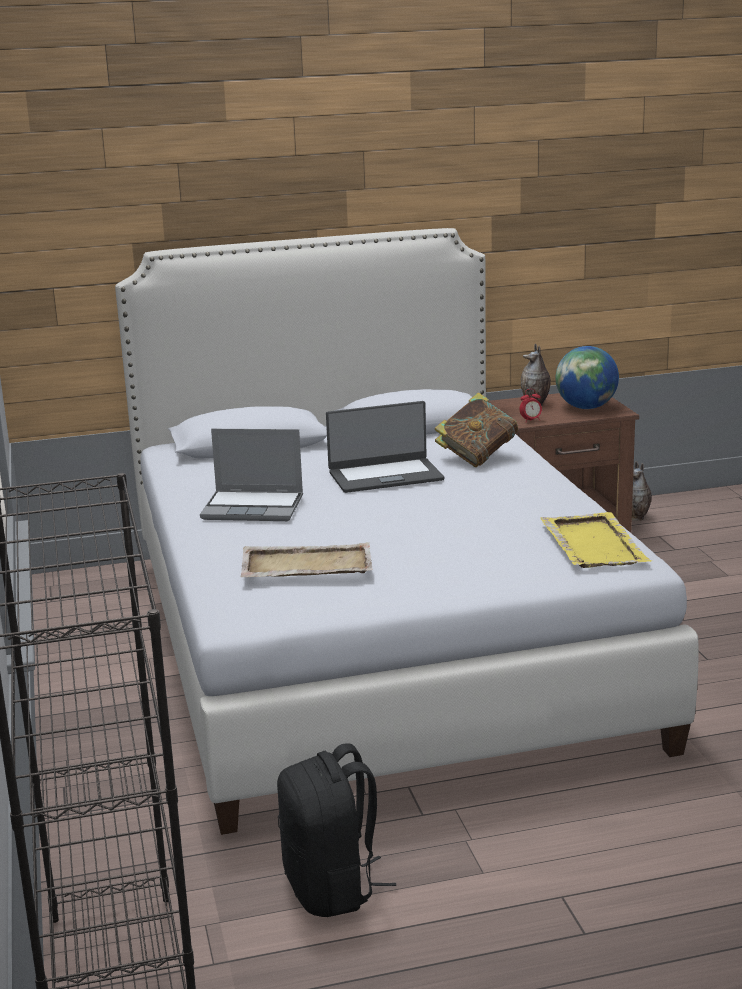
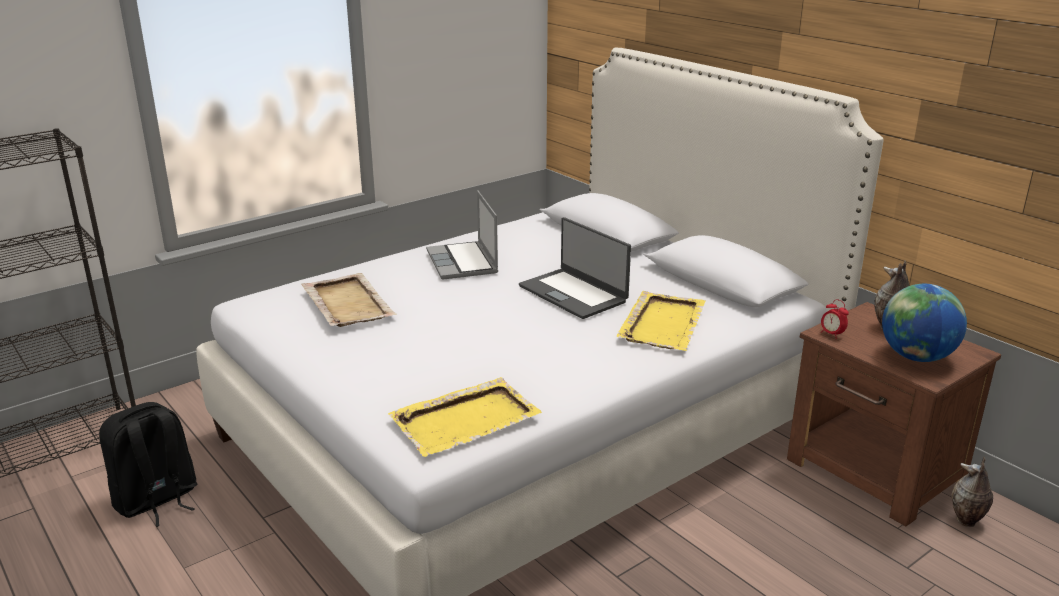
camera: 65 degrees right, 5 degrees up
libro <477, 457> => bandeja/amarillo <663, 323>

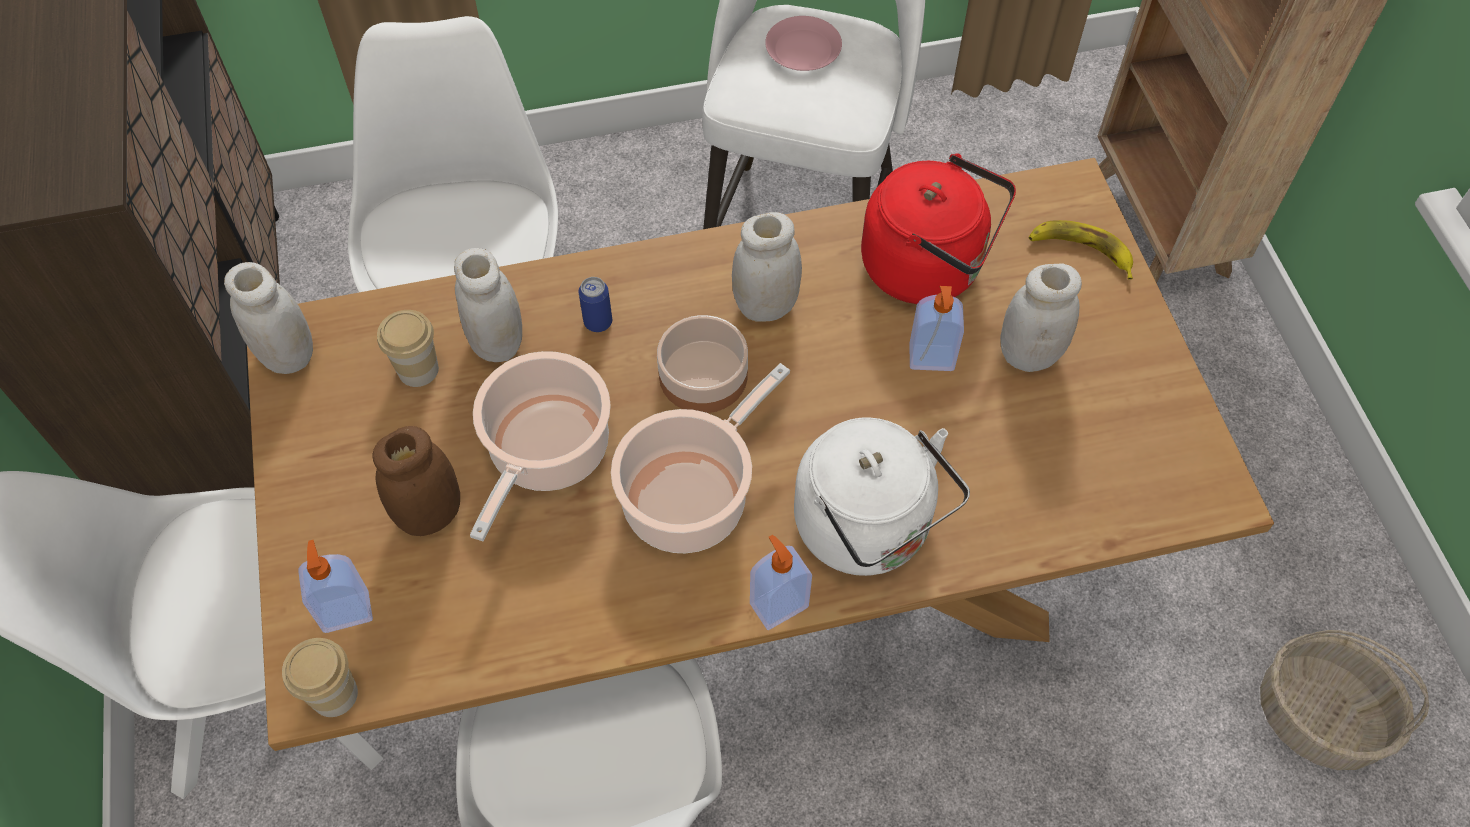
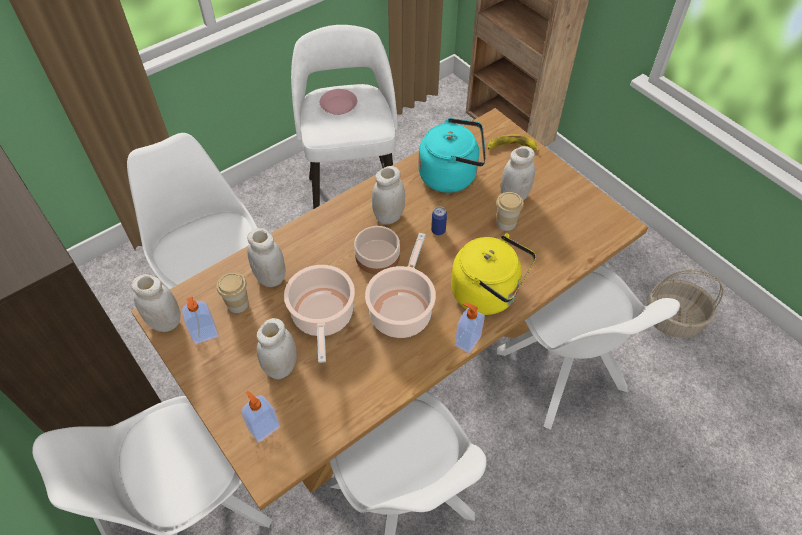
camera: 25 degrees left, 5 degrees down
dispensador de jabón <931, 359> => dispensador de jabón <205, 335>, move
tarro/marrón <430, 515> => tarro/blanco <281, 367>
hervidor/rojo <929, 267> => hervidor/turquesa <451, 175>
lata <598, 322> => lata <438, 230>, move
hervidor/blanco <869, 530> => hervidor/amarillo <488, 293>
taza <334, 694> => taza <506, 223>, move
nothing => silla/blanco <562, 373>

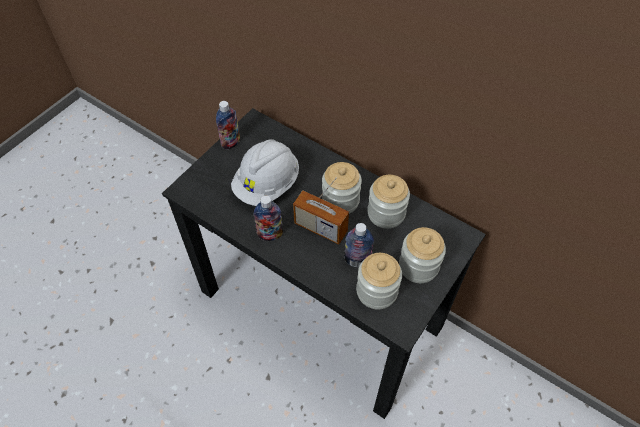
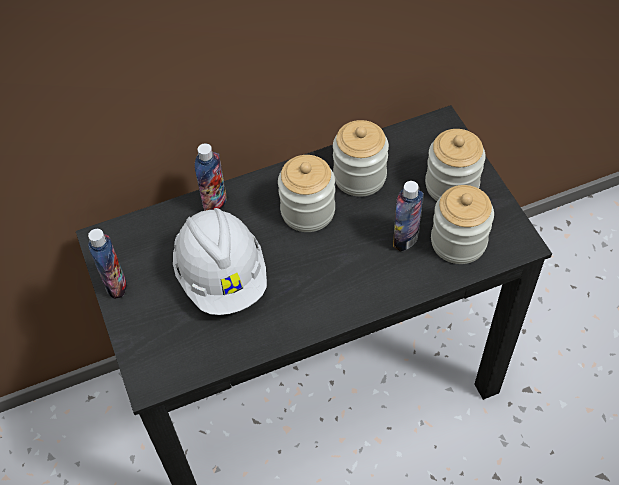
camera: 55 degrees left, 0 degrees up
botella <270, 235> => botella <215, 203>, move
radio <320, 228> => nothing

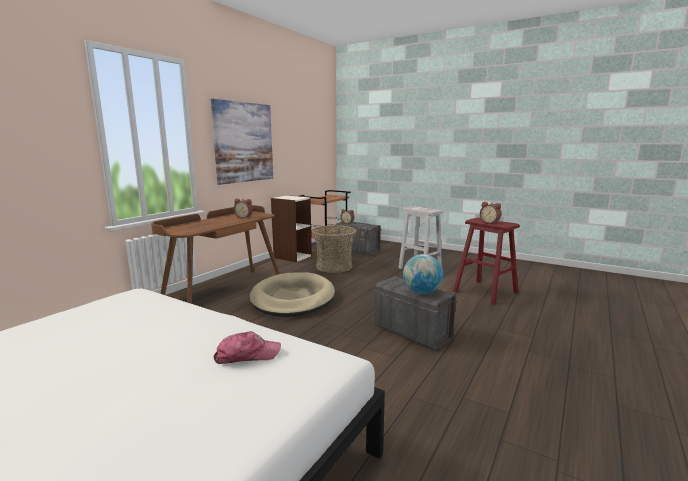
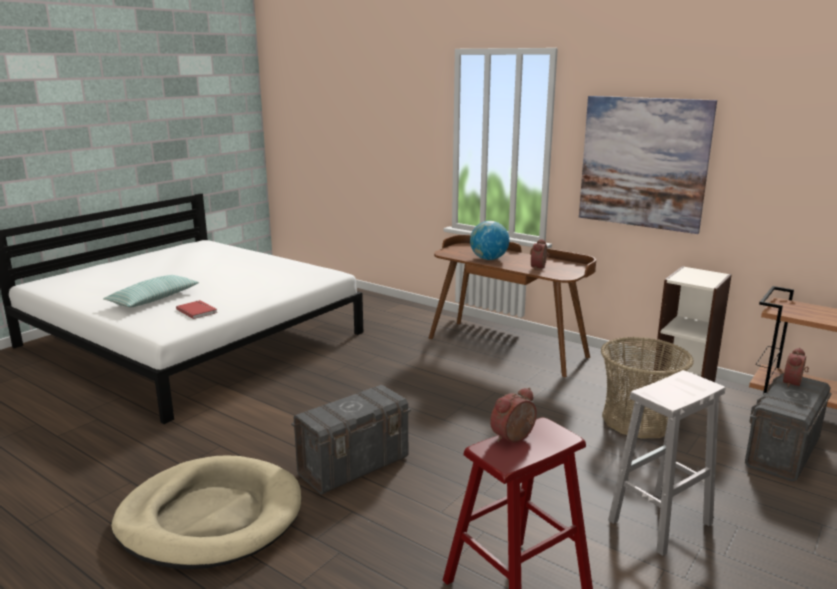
camera: 95 degrees right, 5 degrees up
nothing => cojín <153, 299>
cama para perro/beis <293, 298> => cama para perro/beis <211, 517>, move
gorra <247, 355> => libro/rojo <197, 311>
globo terráqueo <421, 292> => globo terráqueo <488, 259>, move

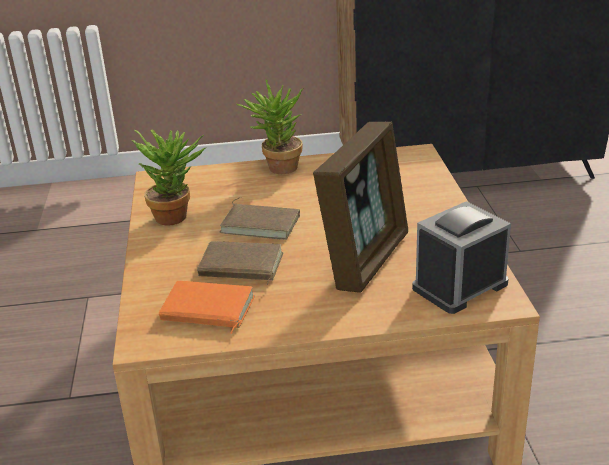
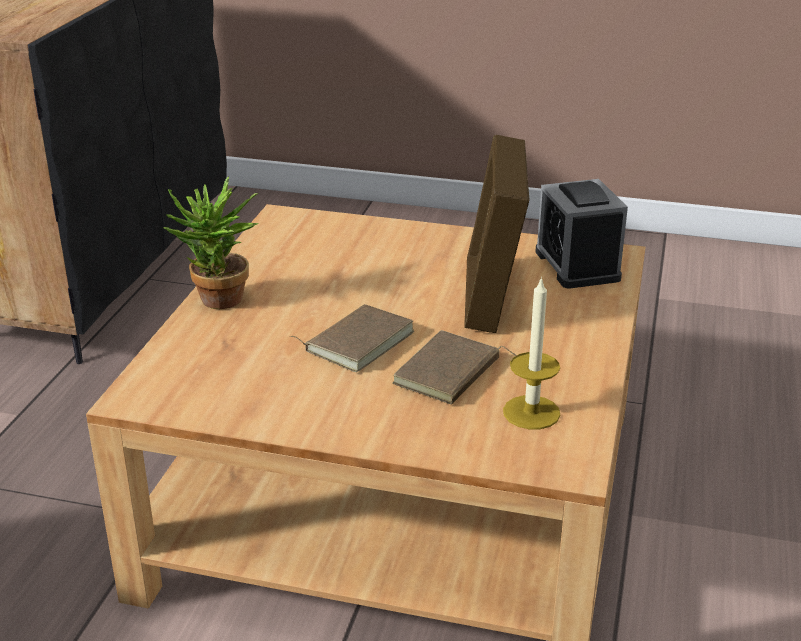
camera: 70 degrees left, 0 degrees up
portarretratos <365, 259> => portarretratos <491, 298>, 135 degrees counterclockwise
libro/naranja <206, 311> => vela <531, 412>
planta en maceta <177, 216> => nothing

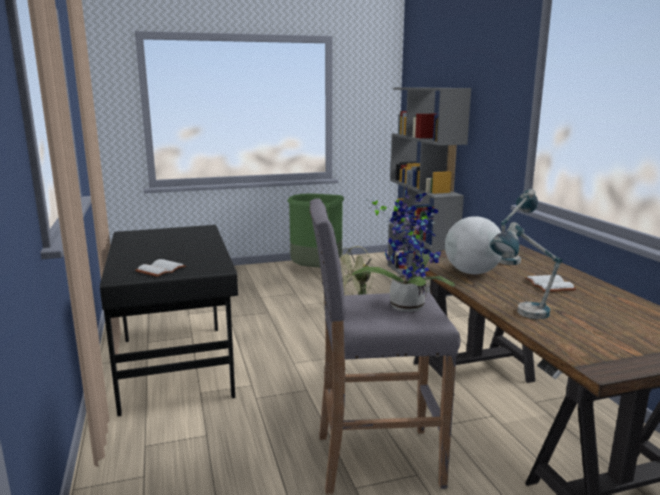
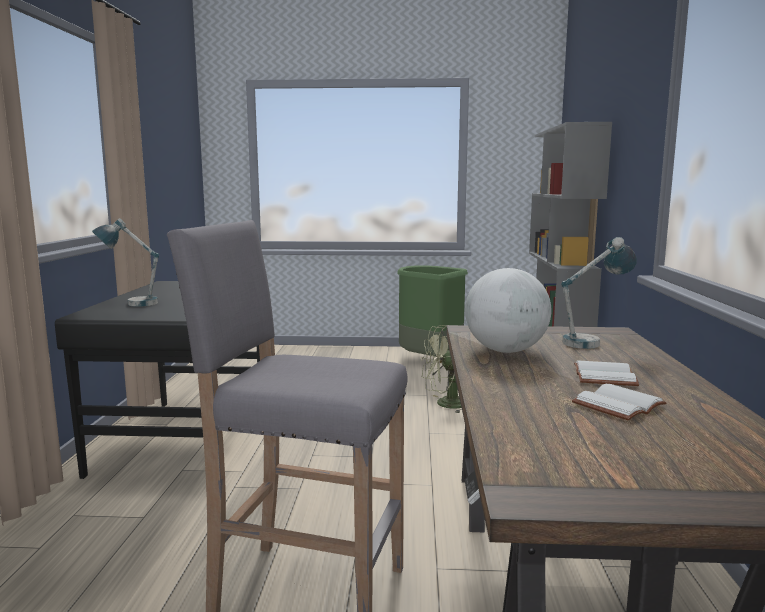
camera: 20 degrees right, 5 degrees down
lámpara de mesa <520, 314> => lámpara de mesa <131, 303>, move
libro/blanco <160, 269> => libro/blanco <617, 404>, move
planta en maceta <407, 304> => nothing

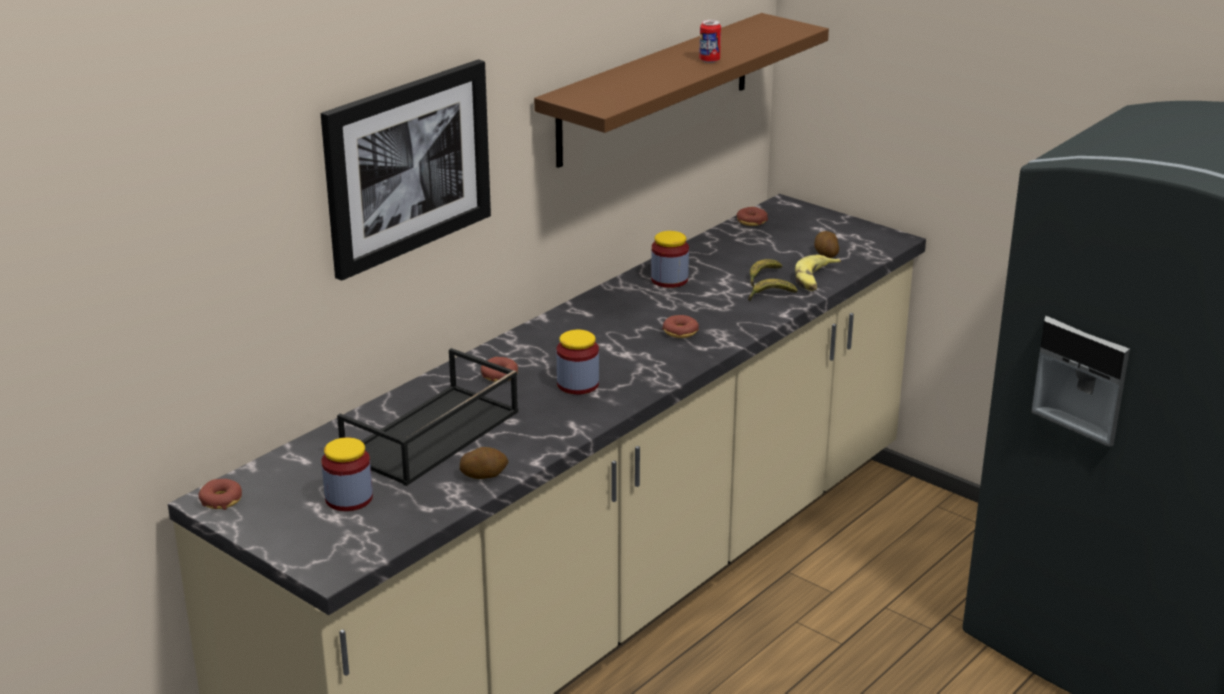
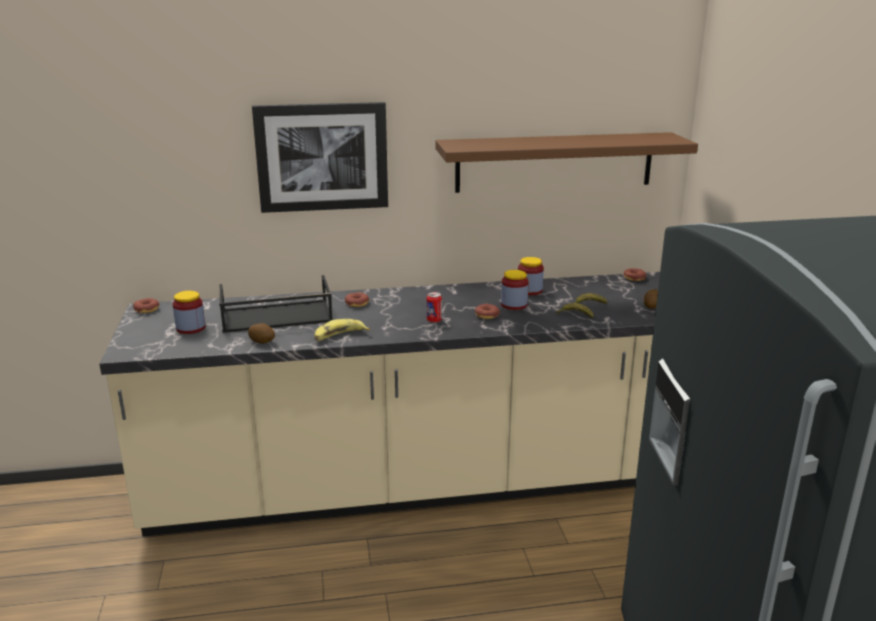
camera: 40 degrees right, 5 degrees down
plátano <815, 280> => plátano <339, 336>, move
lata <709, 60> => lata <434, 320>, move
tarro <578, 384> => tarro <514, 305>, move

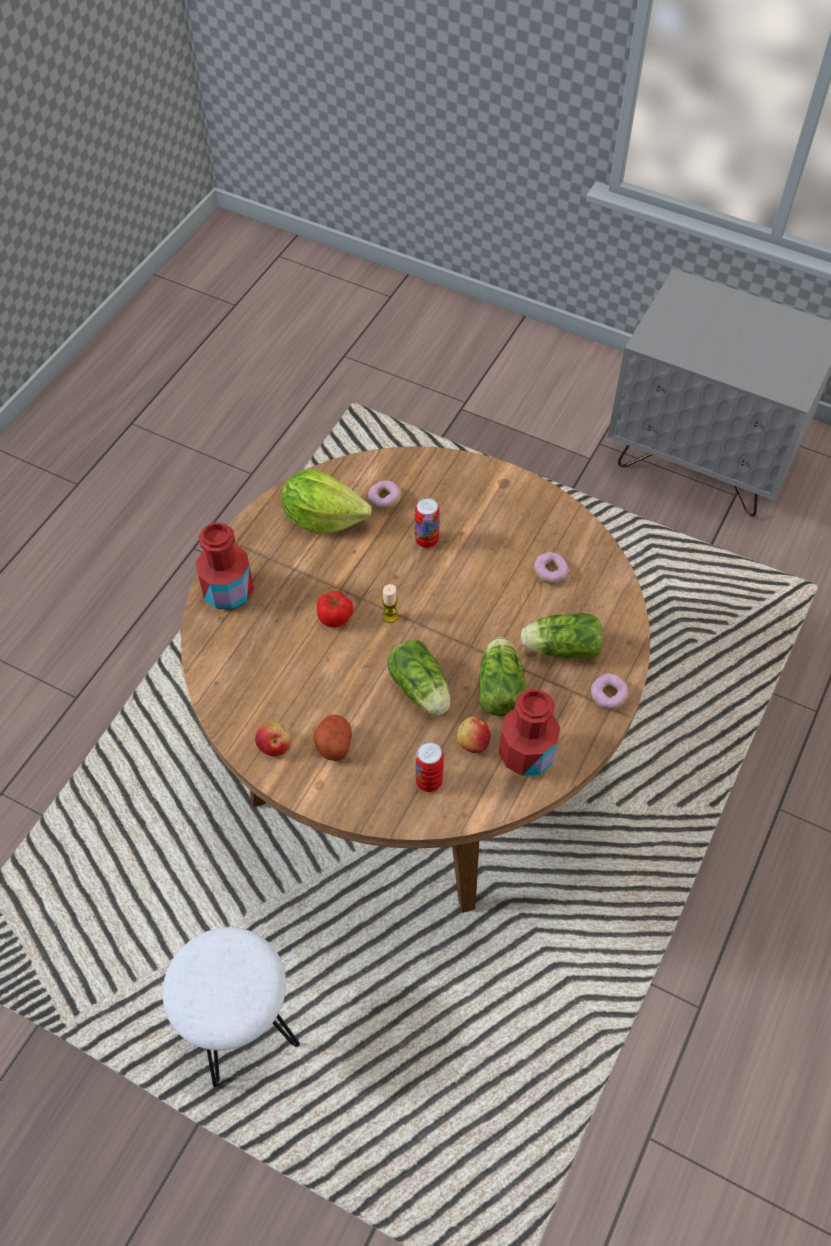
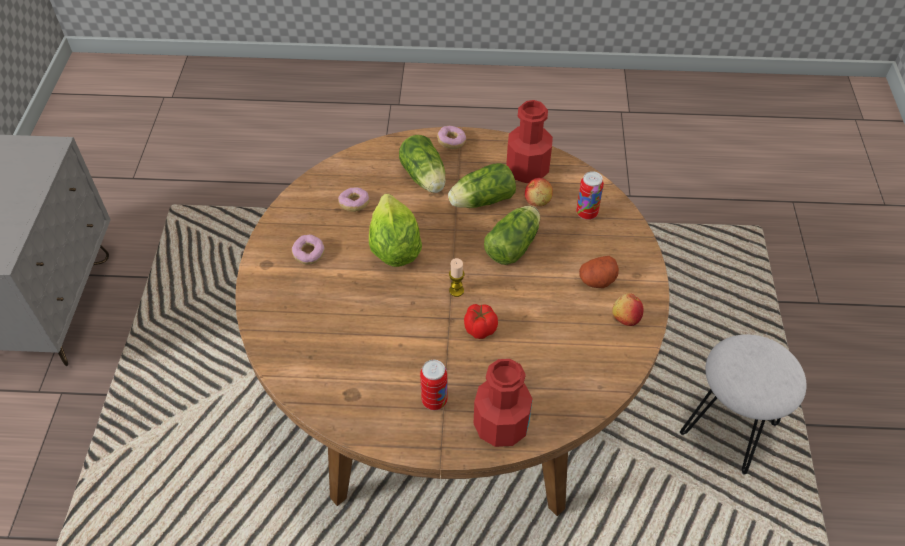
camera: 115 degrees left, 5 degrees down
rosquilla <384, 500> => rosquilla <309, 254>, move
lechuga <323, 518> => lechuga <394, 249>, move
lata <426, 540> => lata <434, 400>, move

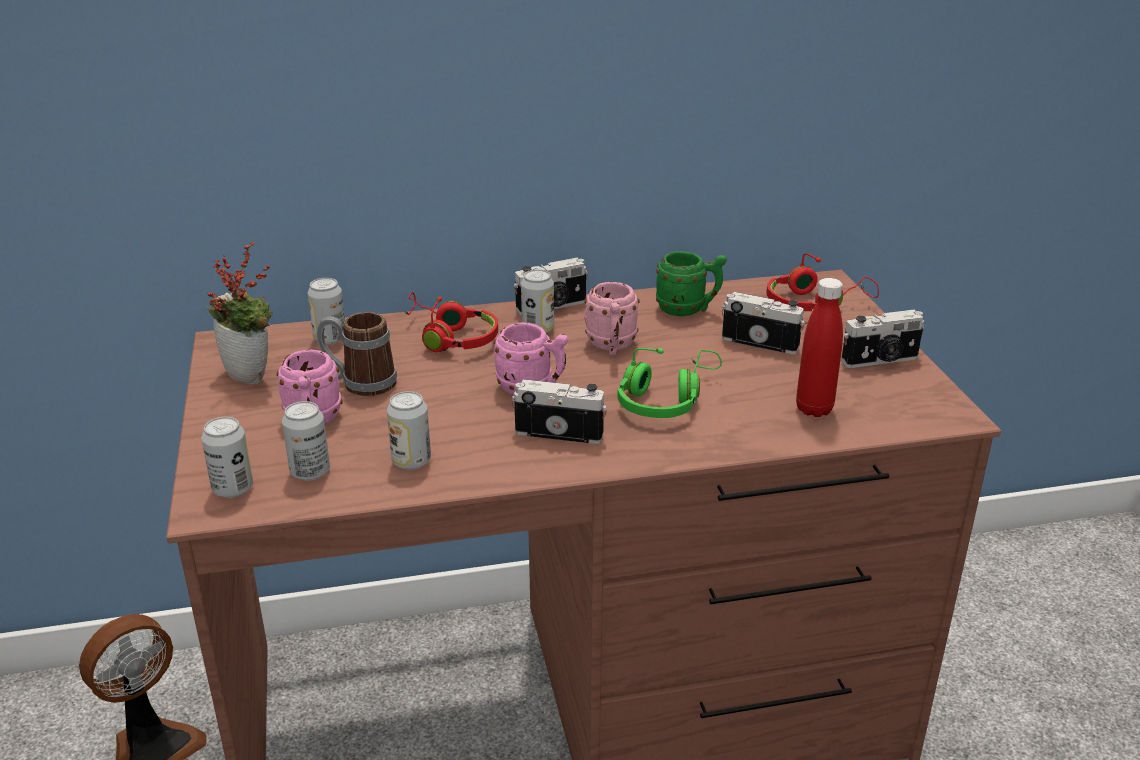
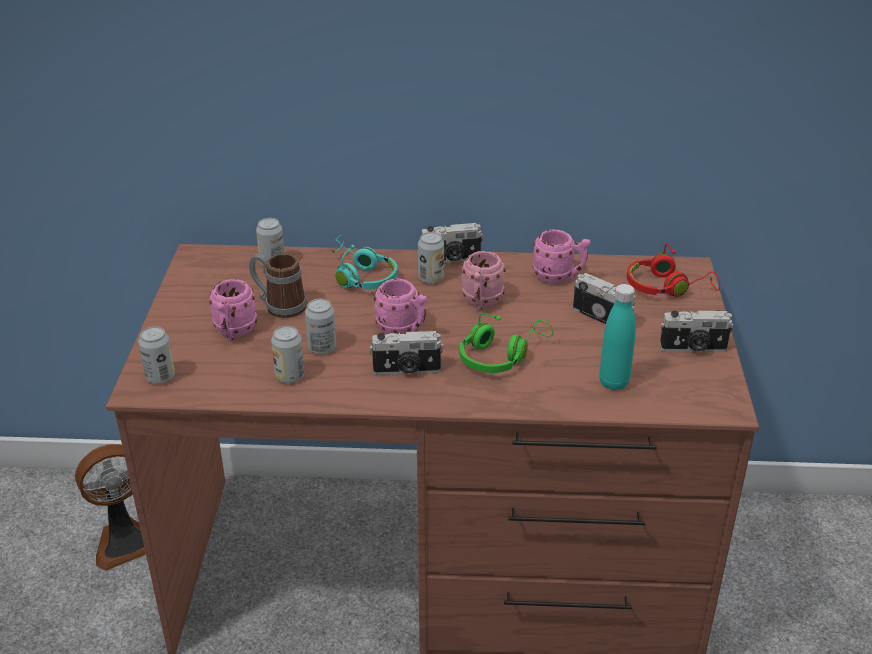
camera: 15 degrees right, 5 degrees up
lata <310, 472> => lata <322, 348>, move
auriculares/rojo <449, 337> => auriculares/turquesa <360, 275>
cámara <559, 432> => cámara <407, 370>, 150 degrees clockwise
taza grande/verde <688, 309> => taza grande/rosa <559, 277>
botella/rojo <814, 409> => botella/turquesa <613, 383>
planta en maceta <252, 375> => nothing

